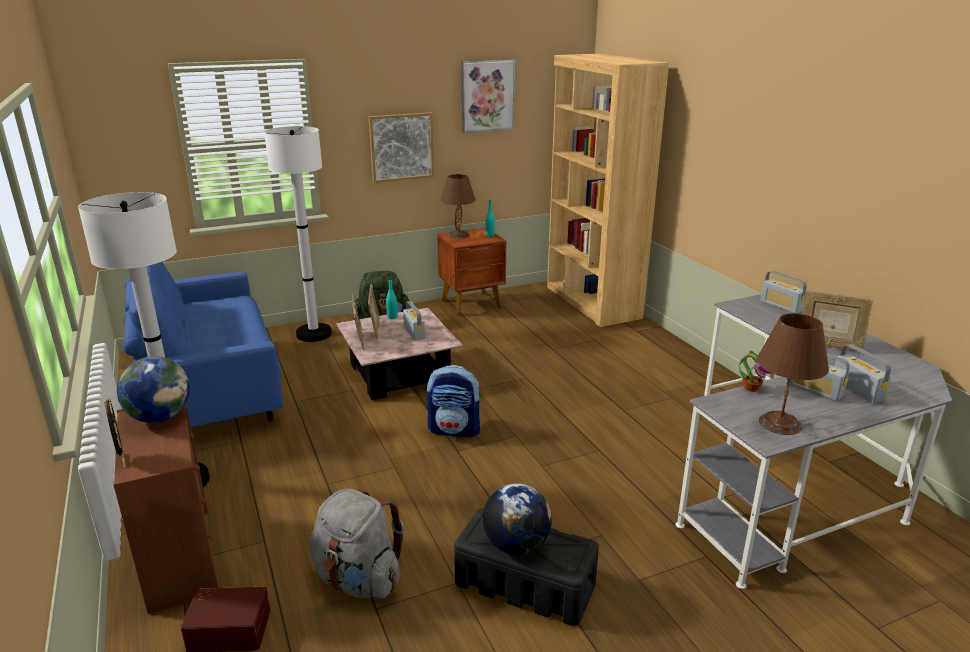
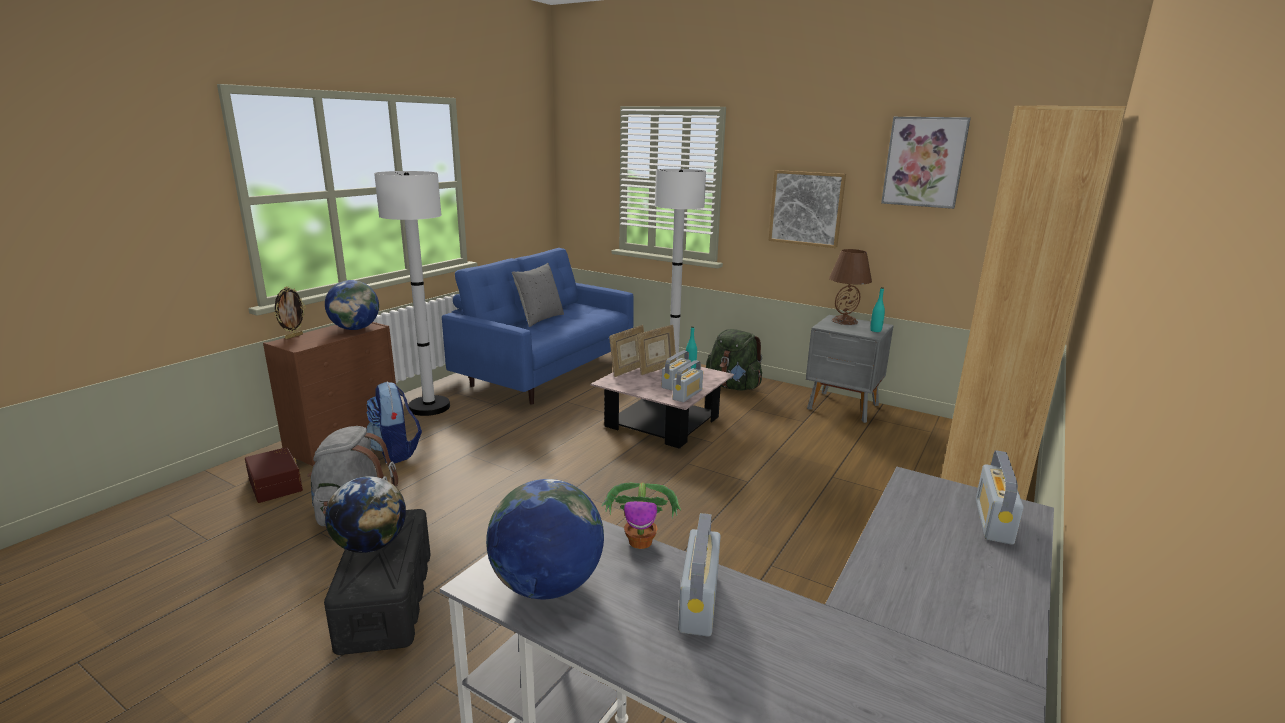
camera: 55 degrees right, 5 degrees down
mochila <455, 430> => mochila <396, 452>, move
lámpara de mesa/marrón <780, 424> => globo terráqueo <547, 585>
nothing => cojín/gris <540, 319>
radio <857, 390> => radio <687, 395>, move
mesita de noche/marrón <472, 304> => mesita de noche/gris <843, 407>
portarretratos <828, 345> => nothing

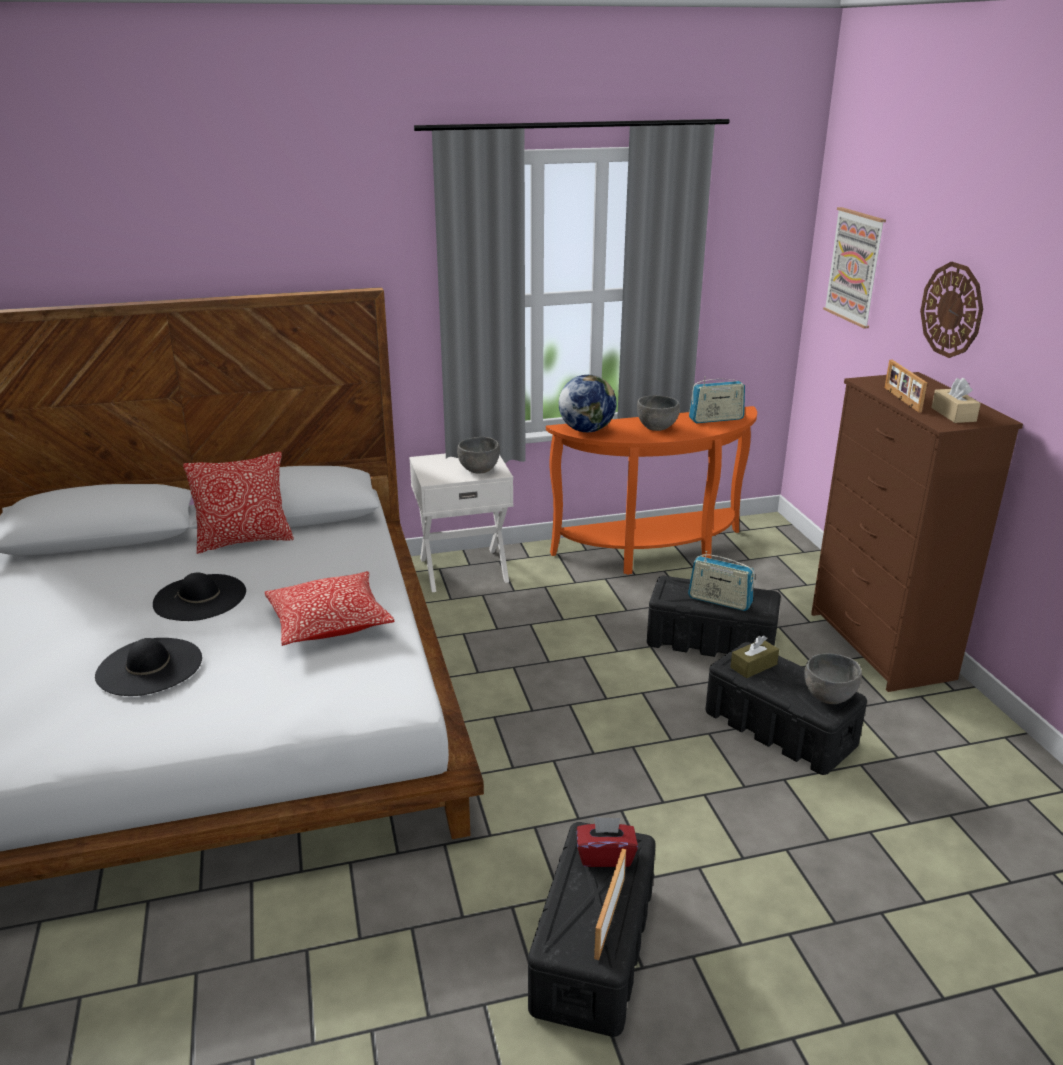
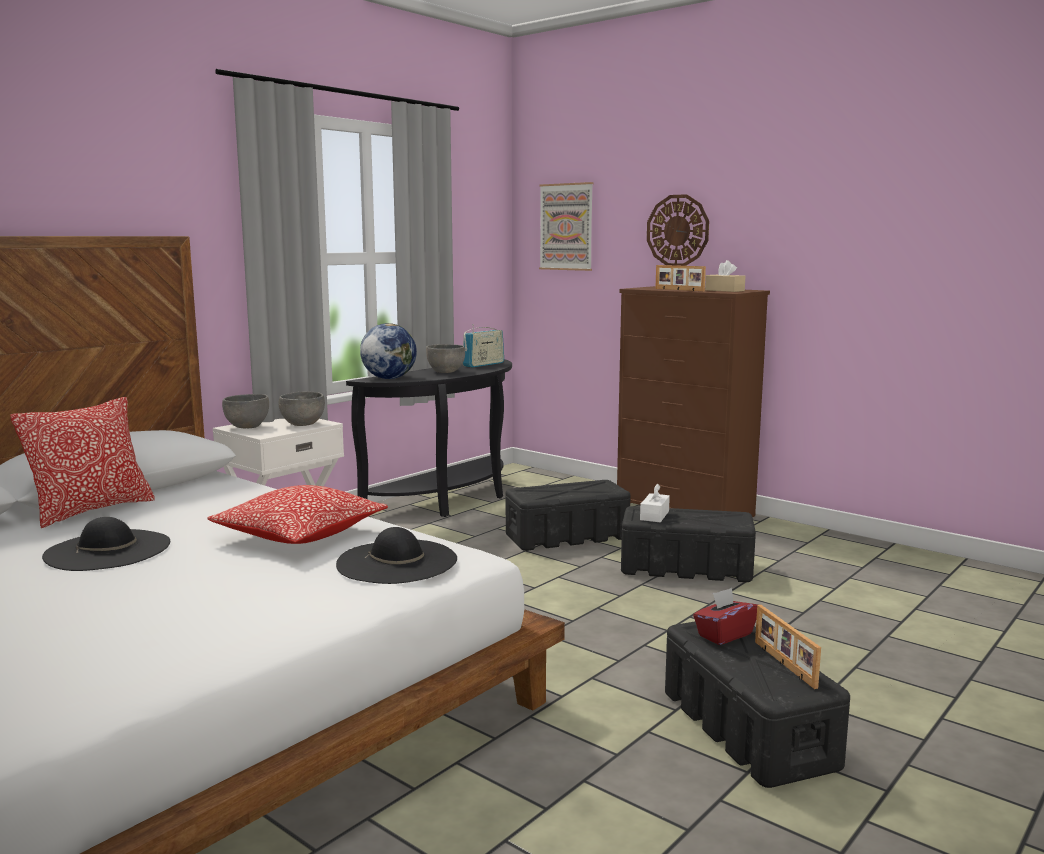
camera: 35 degrees left, 15 degrees down
cuenco/gris <828, 697> => cuenco/gris <247, 427>, move
sombrero/negro <149, 666> => sombrero/negro <397, 561>, move
mesa consola/naranja <655, 554> => mesa consola/negro <450, 501>
caja de pañuelos/marrón <753, 666> => caja de pañuelos/blanco <654, 515>
radio <719, 601> => nothing

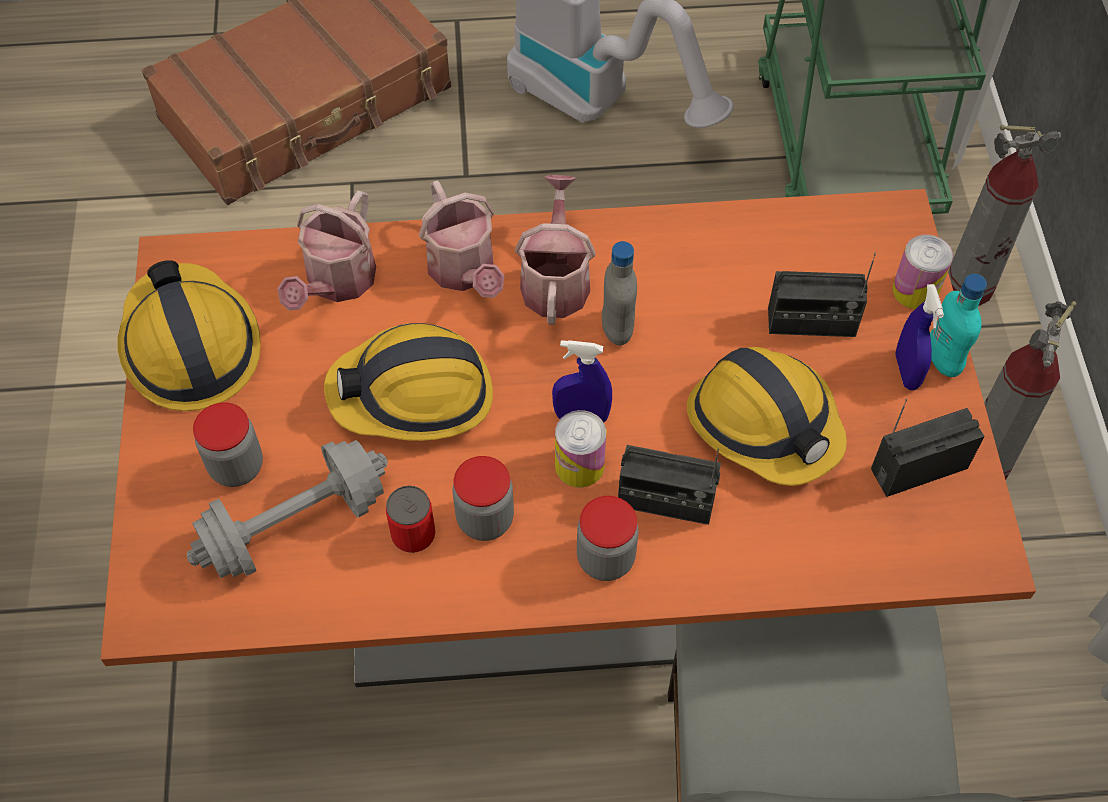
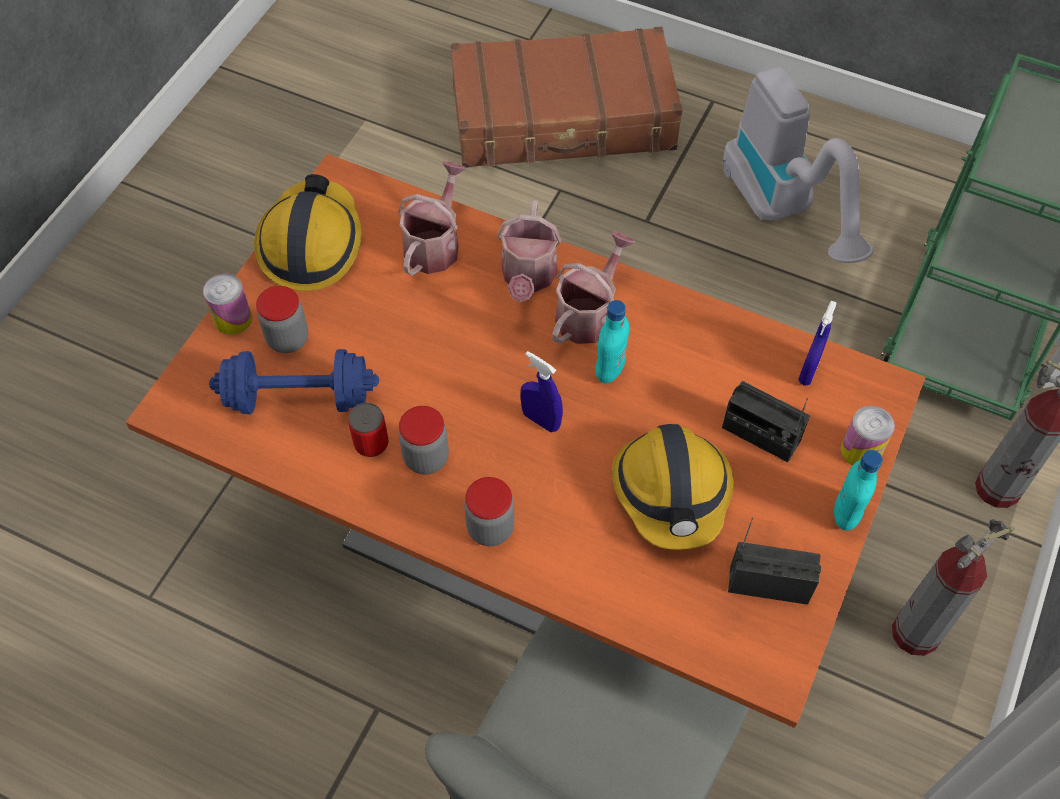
camera: 30 degrees right, 0 degrees up
lata <579, 465> => lata <233, 319>, move
mancuerna/gris <295, 526> => mancuerna/azul <299, 398>
regadera <336, 282> => regadera <435, 244>, 150 degrees clockwise
botella/gris <617, 329> => botella/turquesa <610, 370>
pulverizador/azul <906, 371> => pulverizador/azul <808, 371>, move
casco <414, 395> => nothing
radio <665, 501> => nothing

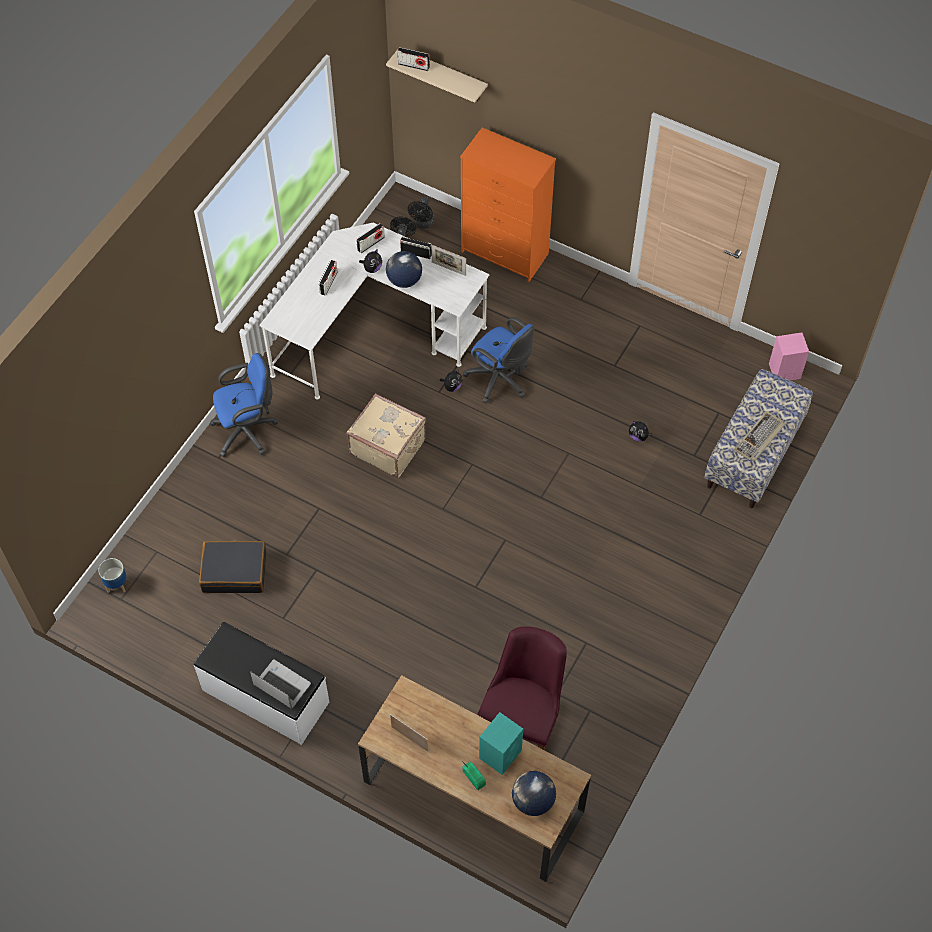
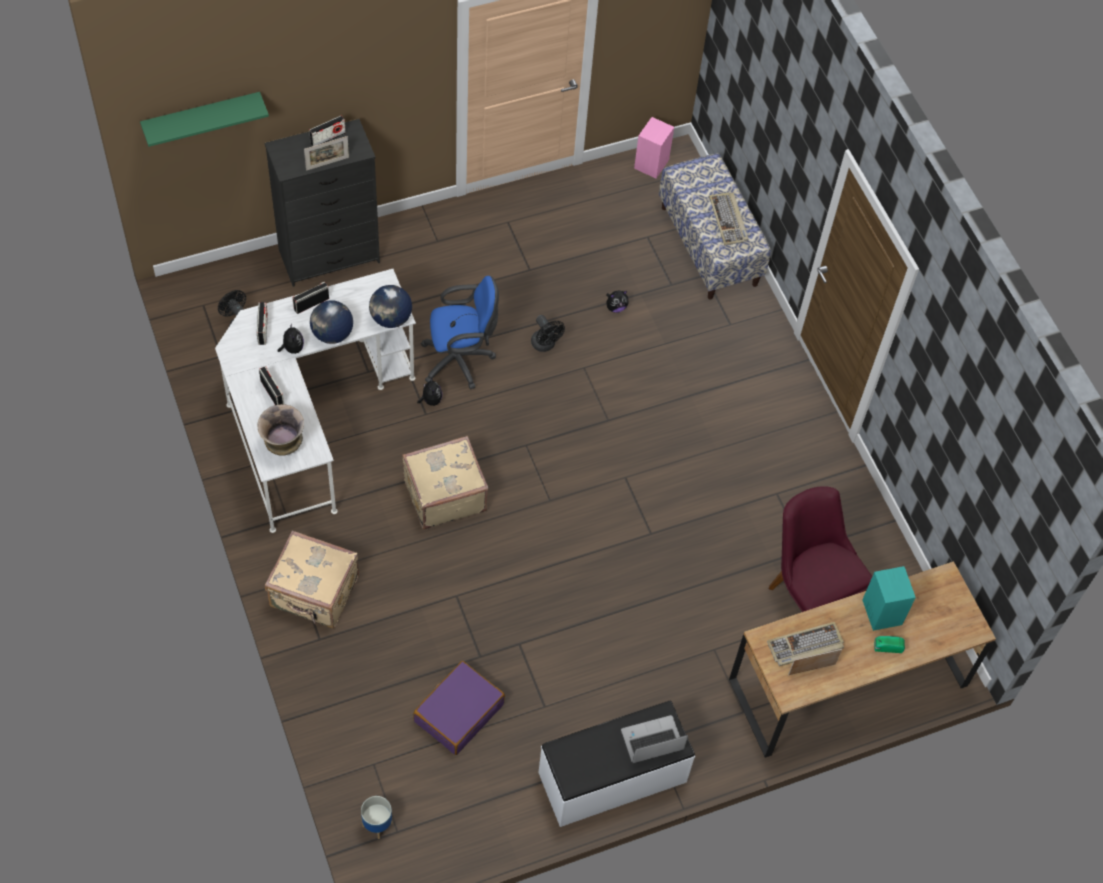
camera: 55 degrees left, 0 degrees up
estante/beis <443, 75> => estante/verde <202, 117>
nothing => florero <284, 447>
cómoda/naranja <505, 253> => cómoda/negro <330, 256>
silla de oficina/azul <248, 431> => maleta/beis <314, 593>
portarretratos <448, 269> => portarretratos <327, 163>, move
radio <413, 65> => radio <328, 138>, move
globo terráqueo <533, 801> => globo terráqueo <391, 319>, move
maleta/negro <234, 571> => maleta/morado <458, 712>
ventilador/negro <423, 224> => ventilador/negro <545, 345>, move
nothing => teclado <805, 646>

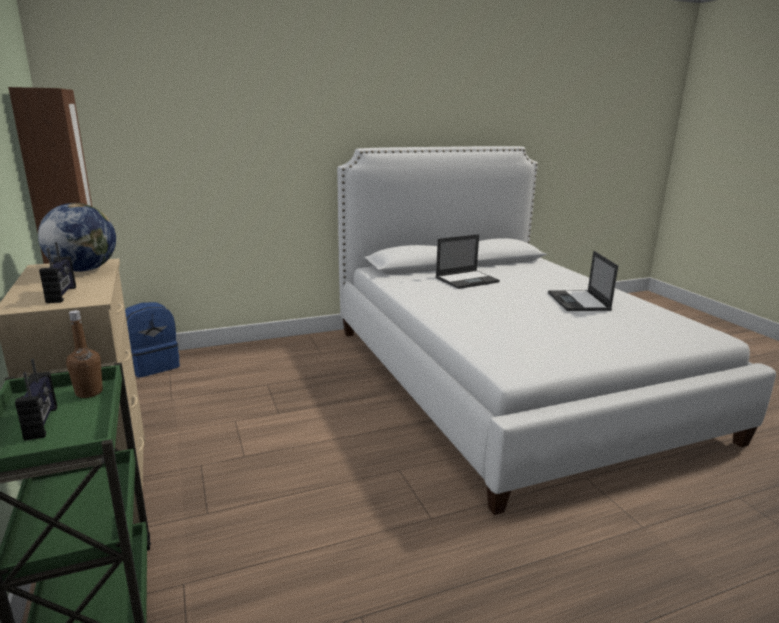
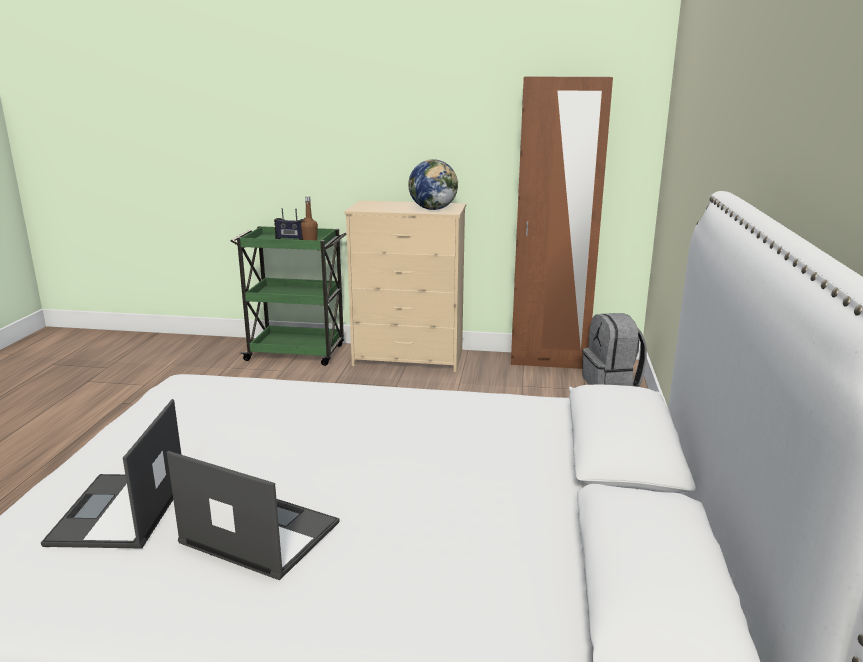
camera: 120 degrees right, 0 degrees up
portátil <467, 280> => portátil <119, 512>, move
mochila/azul <153, 365> => mochila/gris <611, 384>
radio <62, 295> => nothing

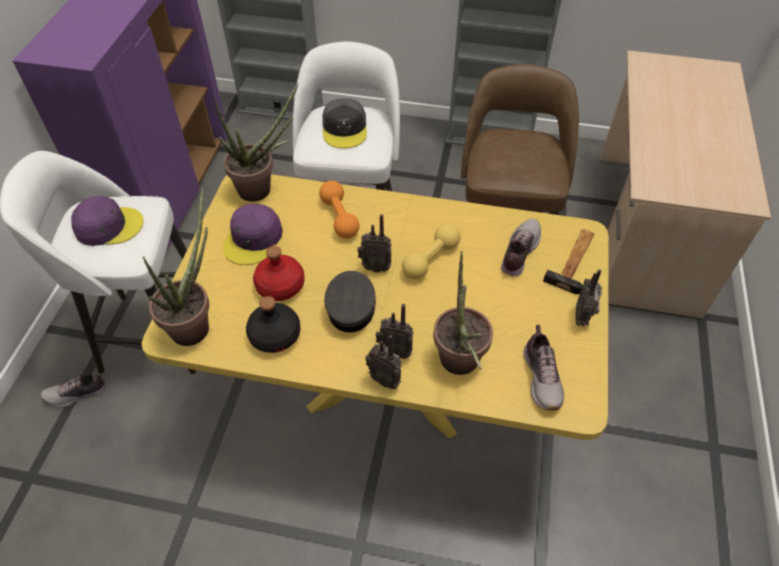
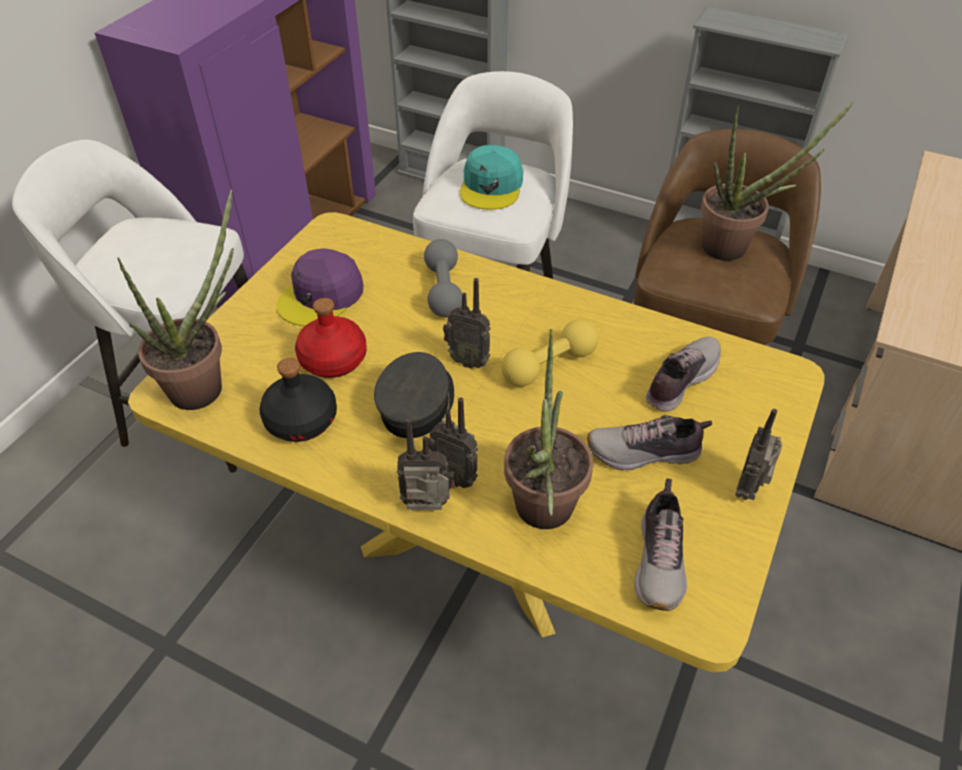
camera: 15 degrees right, 5 degrees down
radio <385, 379> => radio <428, 510>, 135 degrees clockwise
mancuerna/naranja <339, 217> => mancuerna/gris <443, 290>
gorra/gris <345, 129> => gorra/turquesa <492, 186>
zapato <77, 394> => zapato <644, 453>, move
planta en maceta <262, 189> => planta en maceta <734, 248>, move
gorra/morado <108, 226> => nothing
martillo <576, 261> => nothing

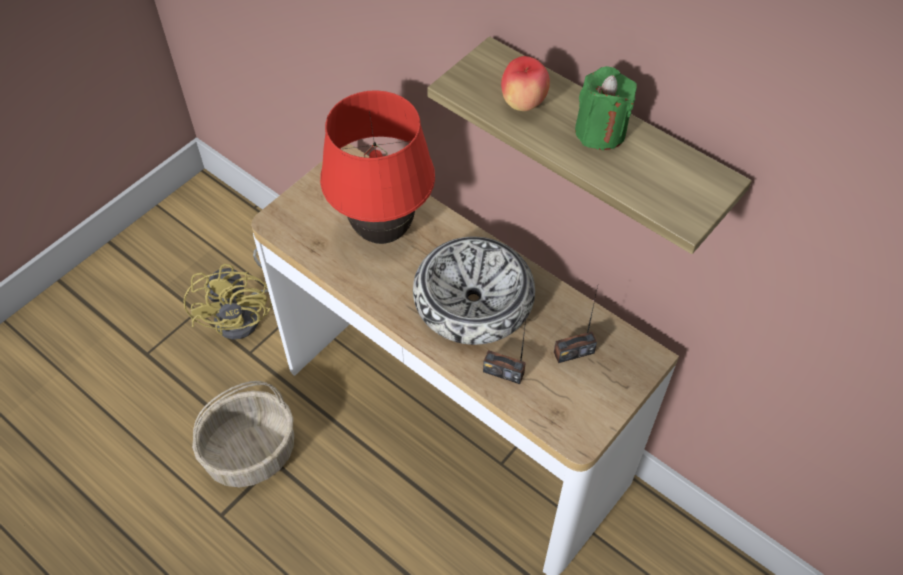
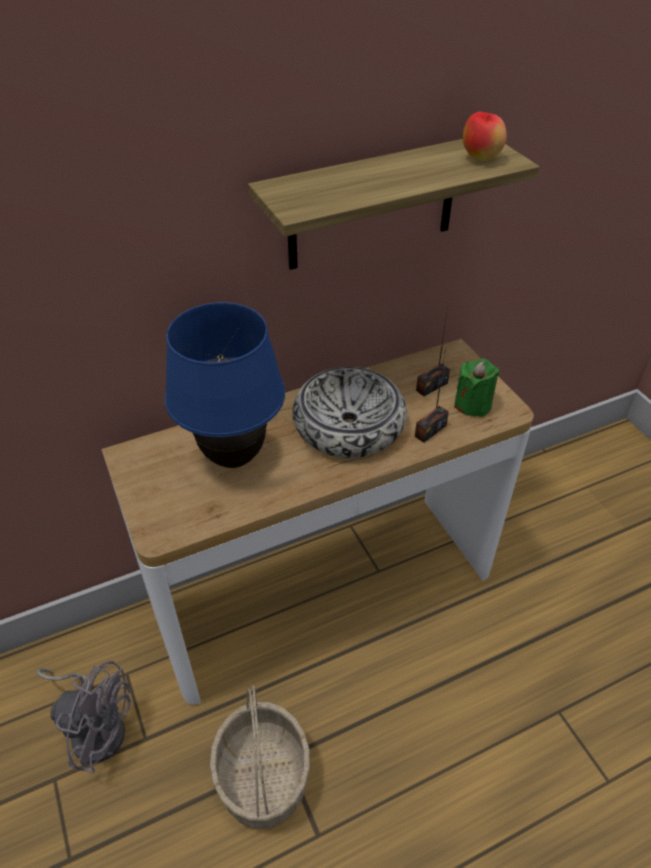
camera: 65 degrees left, 10 degrees down
ventilador/amarillo <245, 314> => ventilador/gris <96, 726>
lámpara de mesa/rojo <382, 231> => lámpara de mesa/azul <233, 457>
radio <573, 352> => radio <431, 386>, 45 degrees clockwise
vela/verde <600, 132> => vela/verde <473, 404>, move
manzana <523, 104> => manzana <480, 158>, move

